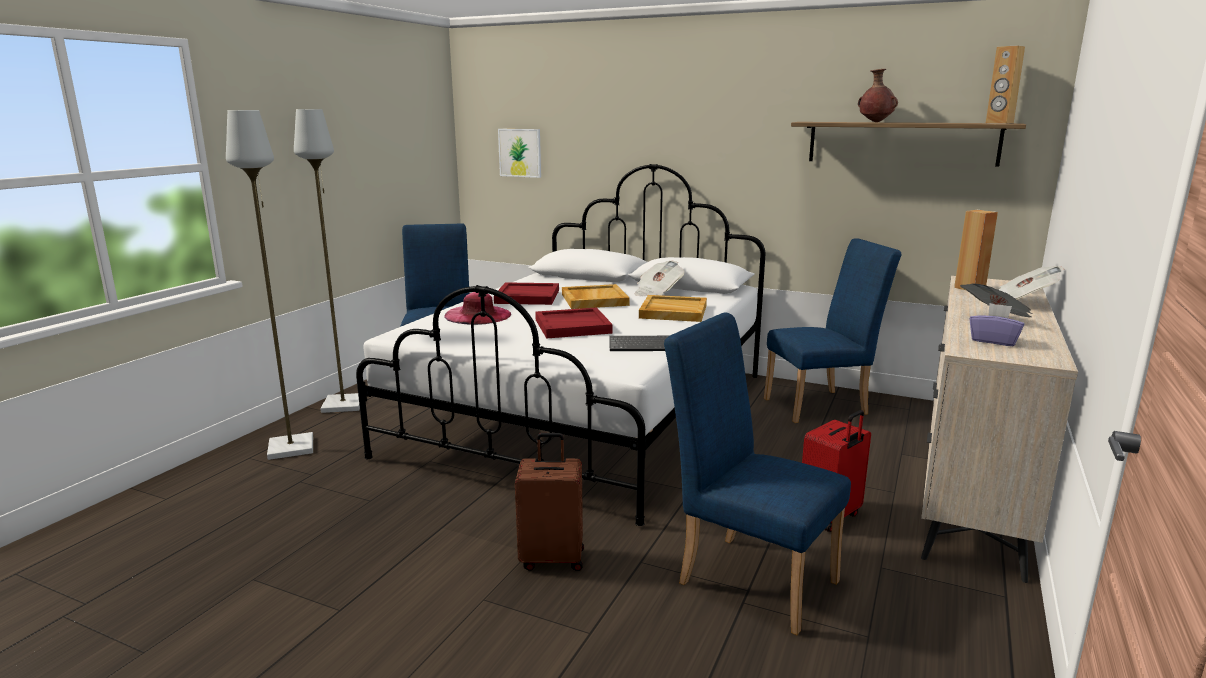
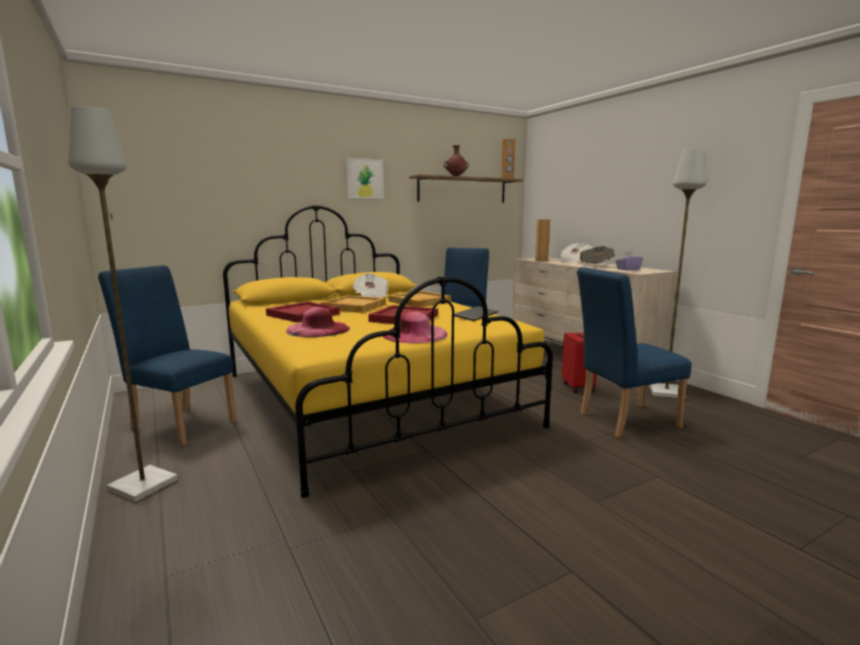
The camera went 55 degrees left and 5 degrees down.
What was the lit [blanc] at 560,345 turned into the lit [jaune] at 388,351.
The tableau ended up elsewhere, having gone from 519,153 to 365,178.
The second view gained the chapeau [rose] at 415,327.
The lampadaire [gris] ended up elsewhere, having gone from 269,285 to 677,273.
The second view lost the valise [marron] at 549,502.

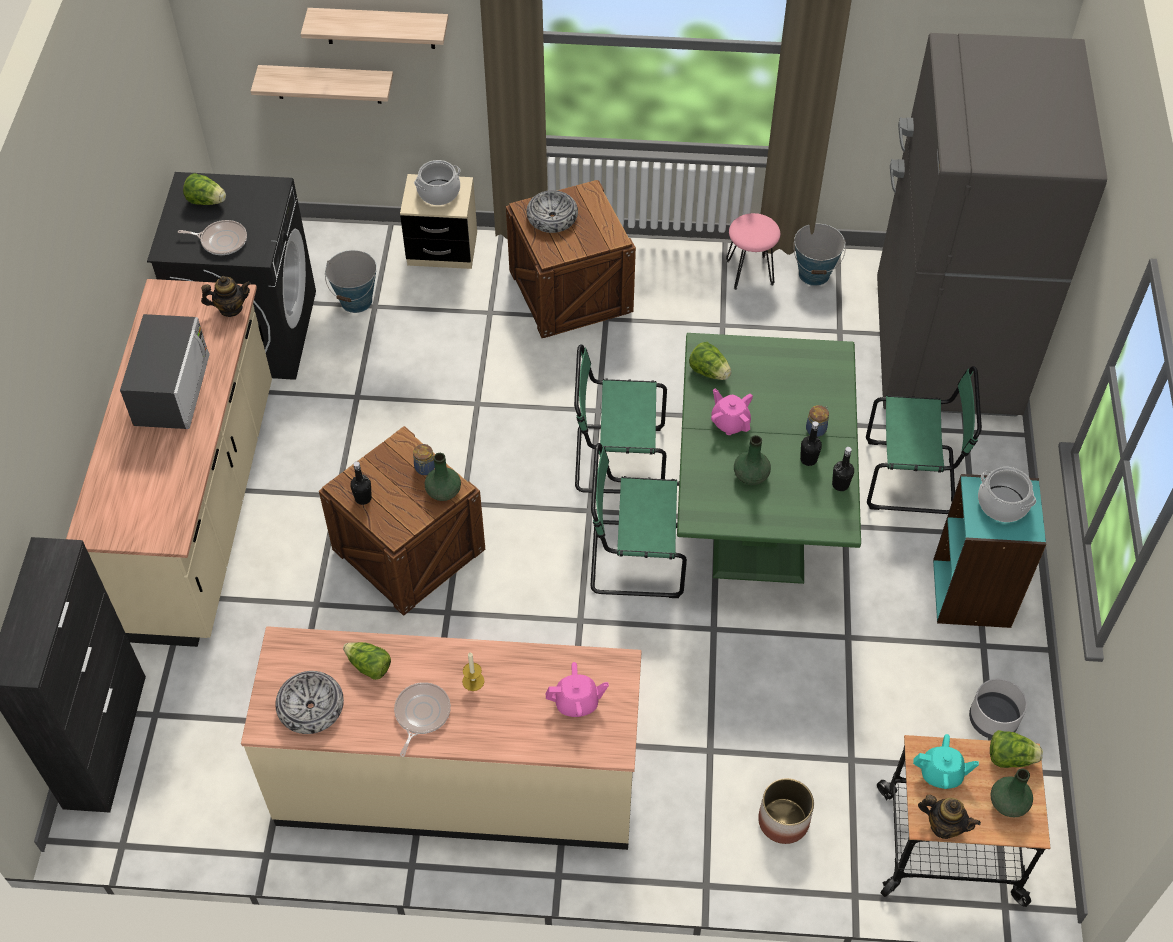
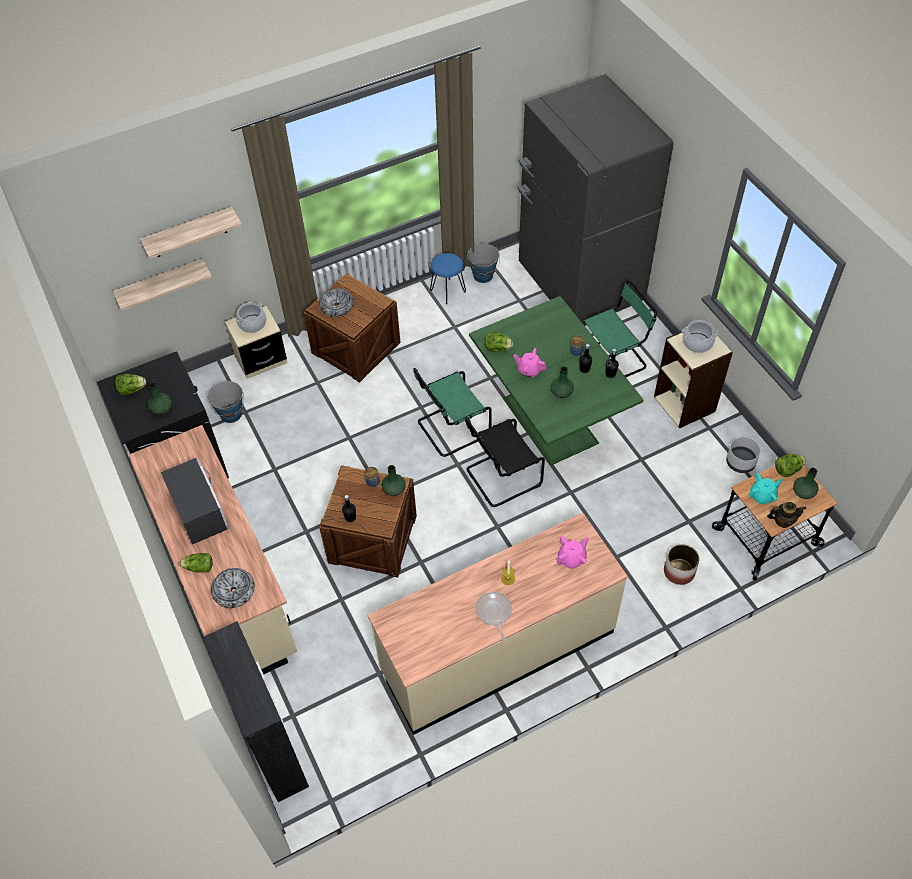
The camera went 30 degrees left and 0 degrees up.
Where the poêle stood at 212,237, the vase [vert] came to stand at 159,398.
The laitue ended up elsewhere, having gone from 367,661 to 196,563.
The bol ended up elsewhere, having gone from 309,702 to 233,588.
What was the tabouret [rose] at 753,251 turned into the tabouret [bleu] at 448,279.
What was the chaise [vert] at 639,520 turned into the chaise [noir] at 505,462.
What was the bibliothèque [turquoise] at 989,551 turned into the bibliothèque [beige] at 693,380.
The second view lost the théière at 226,296.

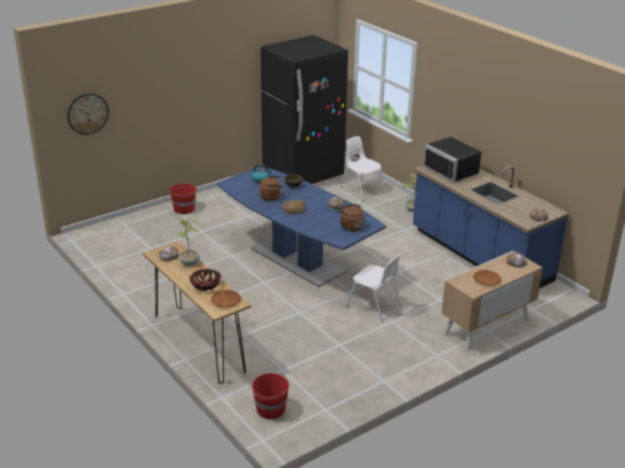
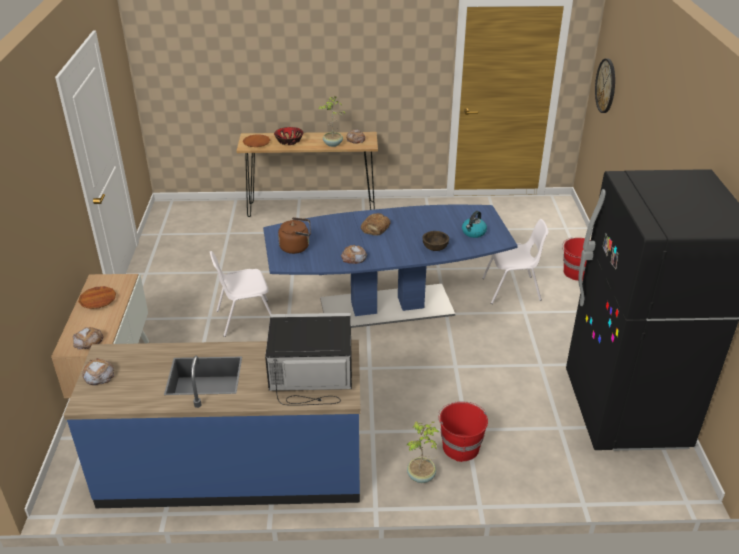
The camera went 125 degrees right and 5 degrees up.
The seau [rouge] ended up elsewhere, having gone from 269,396 to 463,431.
The chaise [blanc] ended up elsewhere, having gone from 362,168 to 515,261.
The second view lost the bouilloire [marron] at 271,188.

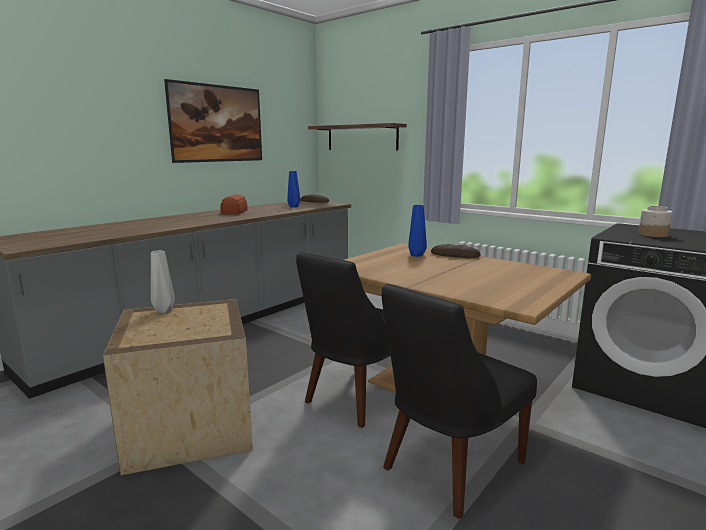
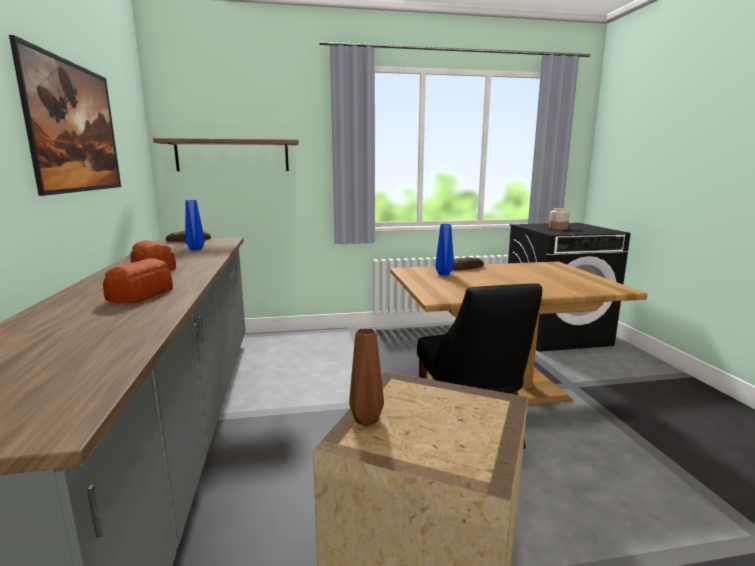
The camera went 50 degrees left and 0 degrees up.
The second view gained the pain at 138,280.
What was the vase [gris] at 163,281 turned into the vase [marron] at 366,377.
The second view lost the chaise [noir] at 459,401.

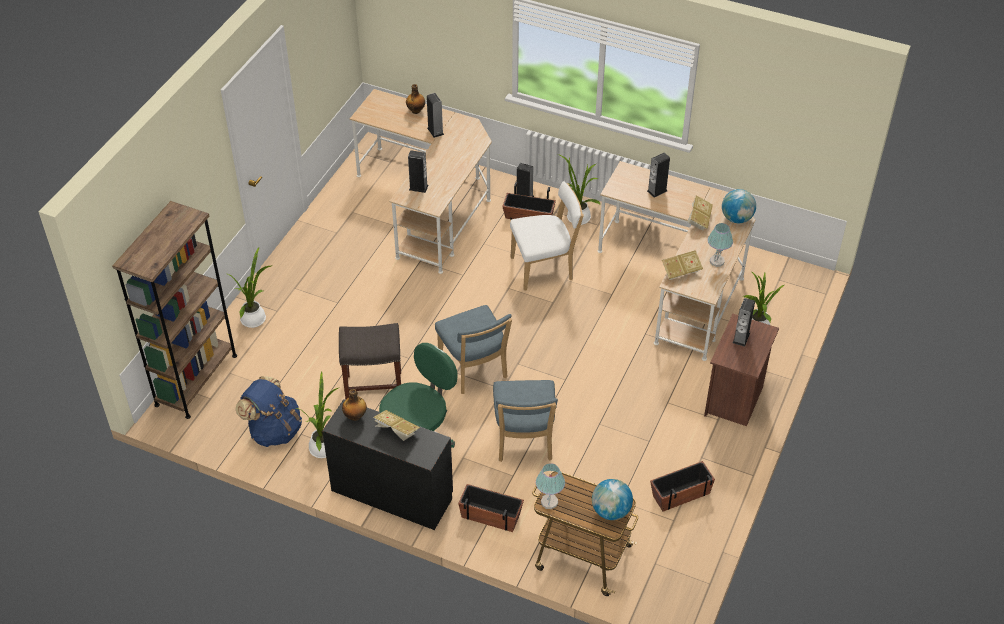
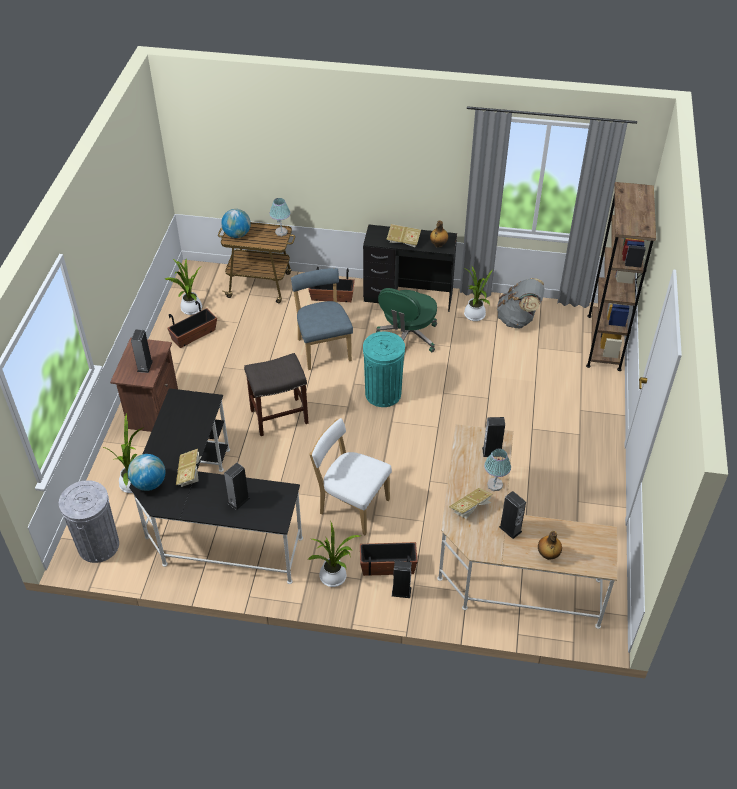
The camera went 165 degrees right and 0 degrees up.
The second view gained the poubelle [gris] at 89,521.
What was the bureau [beige] at 676,261 turned into the bureau [noir] at 216,486.
The plante en pot ended up elsewhere, having gone from 250,287 to 183,286.
The tabouret [gris] ended up elsewhere, having gone from 370,361 to 276,394.
The chaise [blanc] at 547,236 ended up facing another way, 60 degrees clockwise from before.
Where the chaise [bleu] stood at 473,349, the poubelle [turquoise] came to stand at 384,369.
The livre ended up elsewhere, having gone from 682,265 to 471,503.
The lampe de table ended up elsewhere, having gone from 720,245 to 497,469.
What was the sac à dos [bleu] at 268,411 turned into the sac à dos [gris] at 521,303.

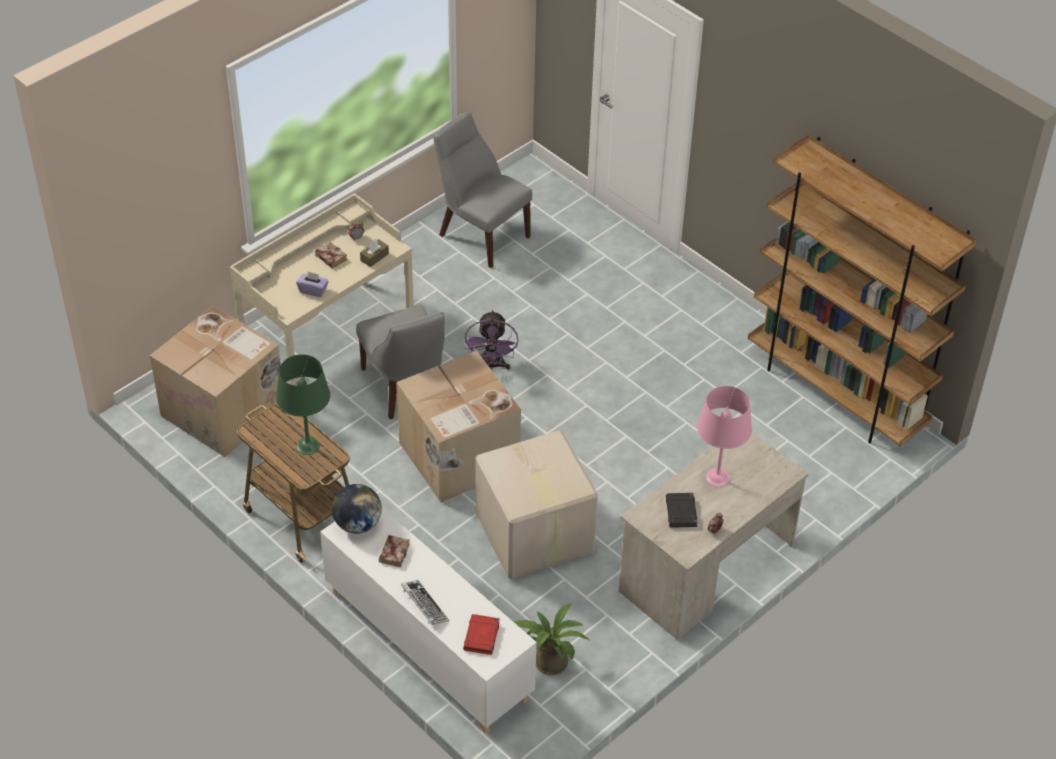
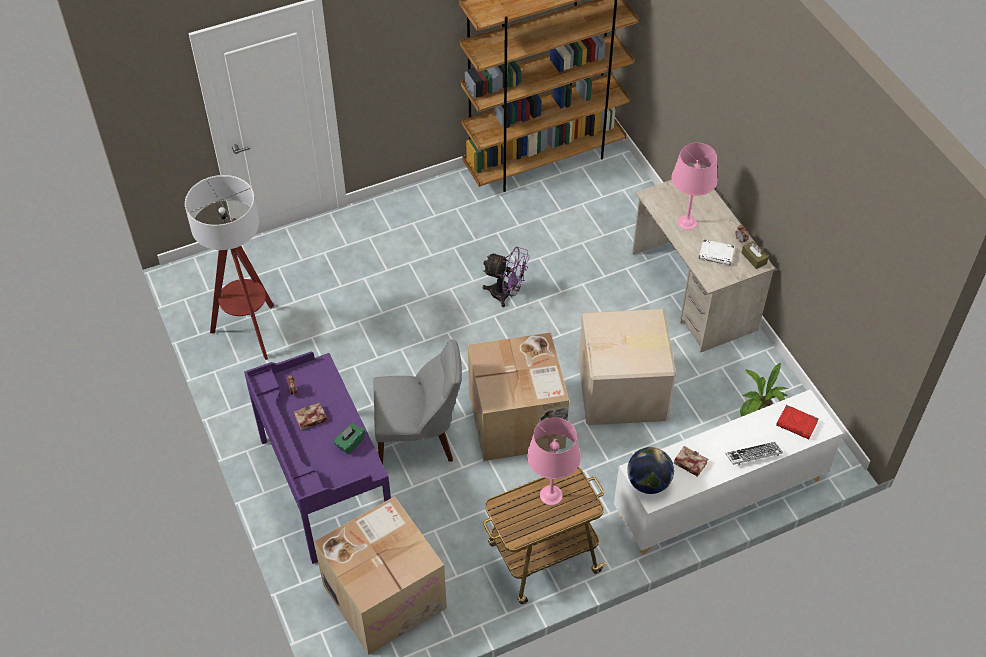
The camera went 70 degrees left and 5 degrees up.
Where the chaise [gris] stood at 482,190, the lampadaire came to stand at 229,267.
What was the bureau [beige] at 322,289 turned into the bureau [violet] at 317,458.
What was the boîte à mouchoirs [violet] at 312,284 turned into the boîte à mouchoirs [vert] at 349,438.
The ventilateur [violet] ended up elsewhere, having gone from 491,340 to 506,277.
What was the lampe de table [vert] at 303,405 turned into the lampe de table [rose] at 554,461.
What was the livre [noir] at 682,510 turned into the livre [blanc] at 717,252.
The boîte à mouchoirs [marron] ended up elsewhere, having gone from 374,253 to 755,255.

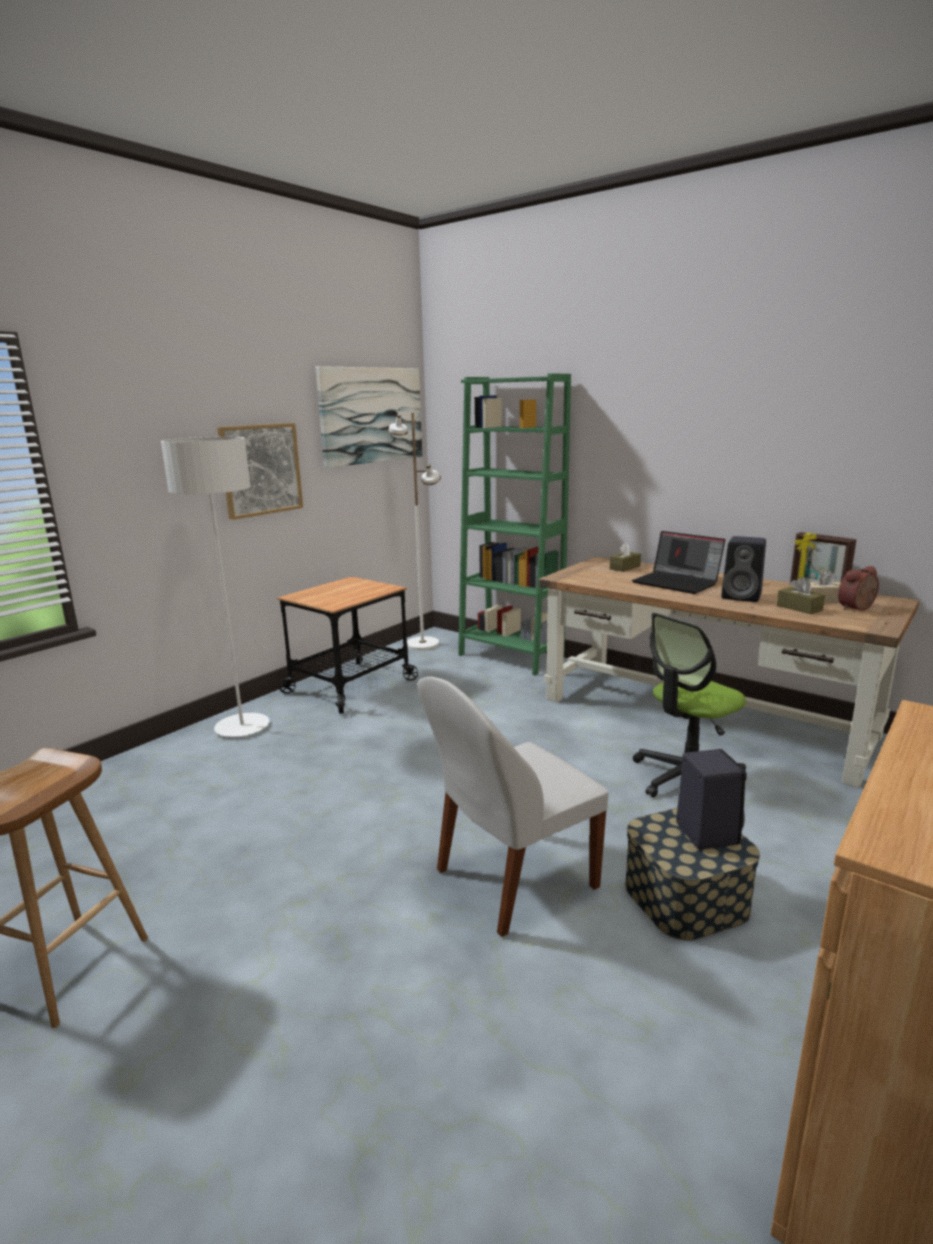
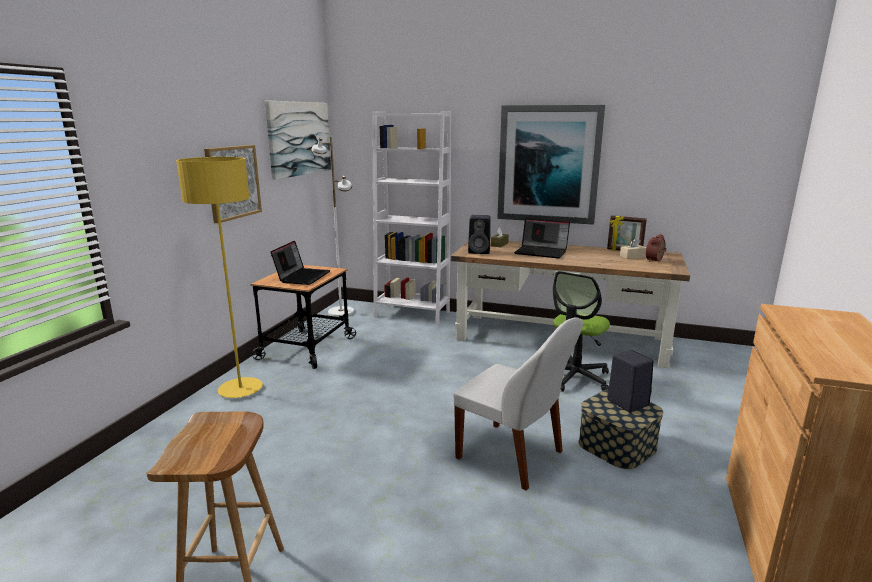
The camera went 20 degrees left and 0 degrees up.
What was the lampadaire [blanc] at 215,587 turned into the lampadaire [jaune] at 219,277.
The second view gained the ordinateur portable at 300,263.
What was the bibliothèque [vert] at 514,524 turned into the bibliothèque [blanc] at 411,218.
The chaise [blanc] at 513,807 ended up facing another way, 90 degrees counterclockwise from before.
The enceinte [noir] ended up elsewhere, having gone from 743,569 to 479,234.
The second view gained the tableau at 551,165.
The second view lost the boîte à mouchoirs [marron] at 801,595.

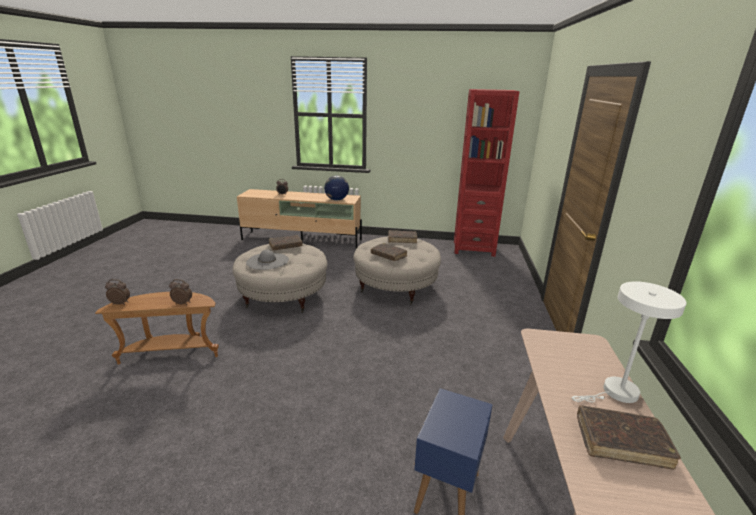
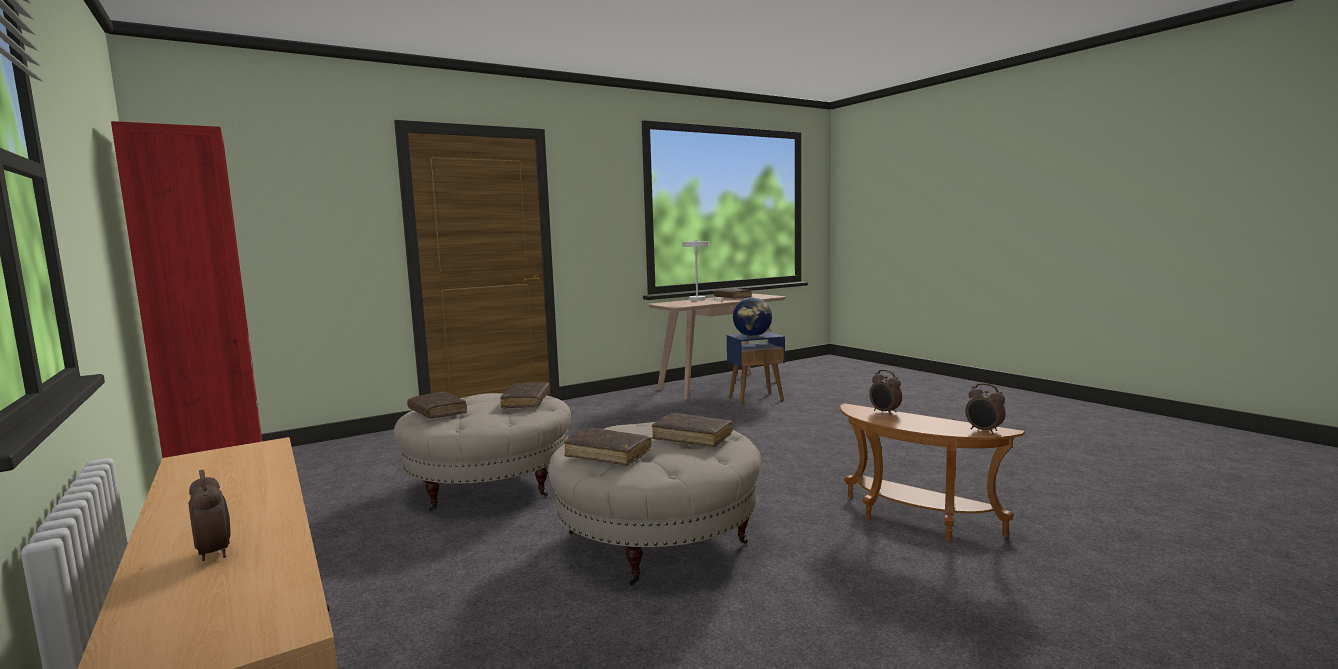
The camera went 130 degrees left and 15 degrees down.
Where the chapeau [gris] stood at 267,260, the livre [marron] came to stand at 692,430.
The globe ended up elsewhere, having gone from 336,188 to 752,317.

